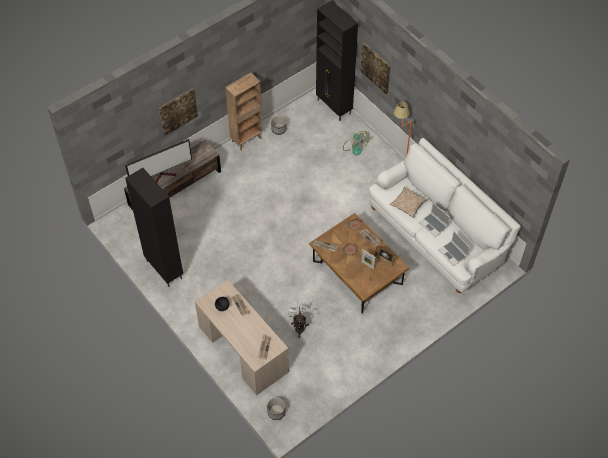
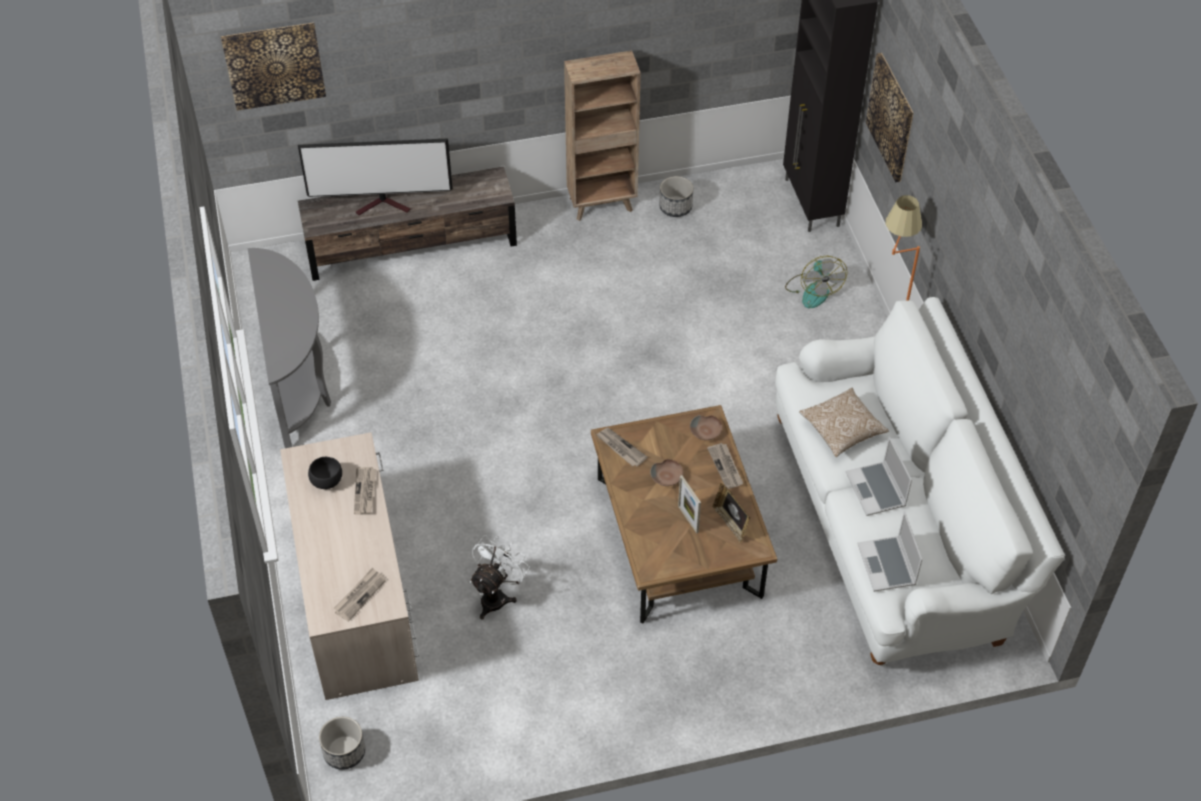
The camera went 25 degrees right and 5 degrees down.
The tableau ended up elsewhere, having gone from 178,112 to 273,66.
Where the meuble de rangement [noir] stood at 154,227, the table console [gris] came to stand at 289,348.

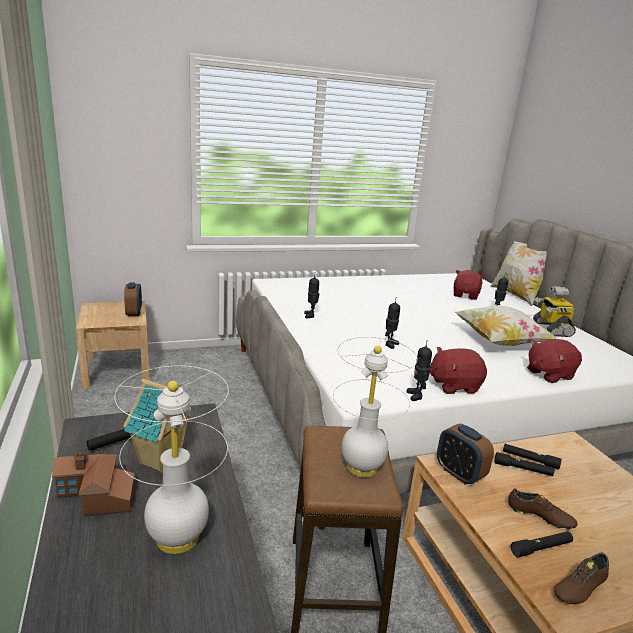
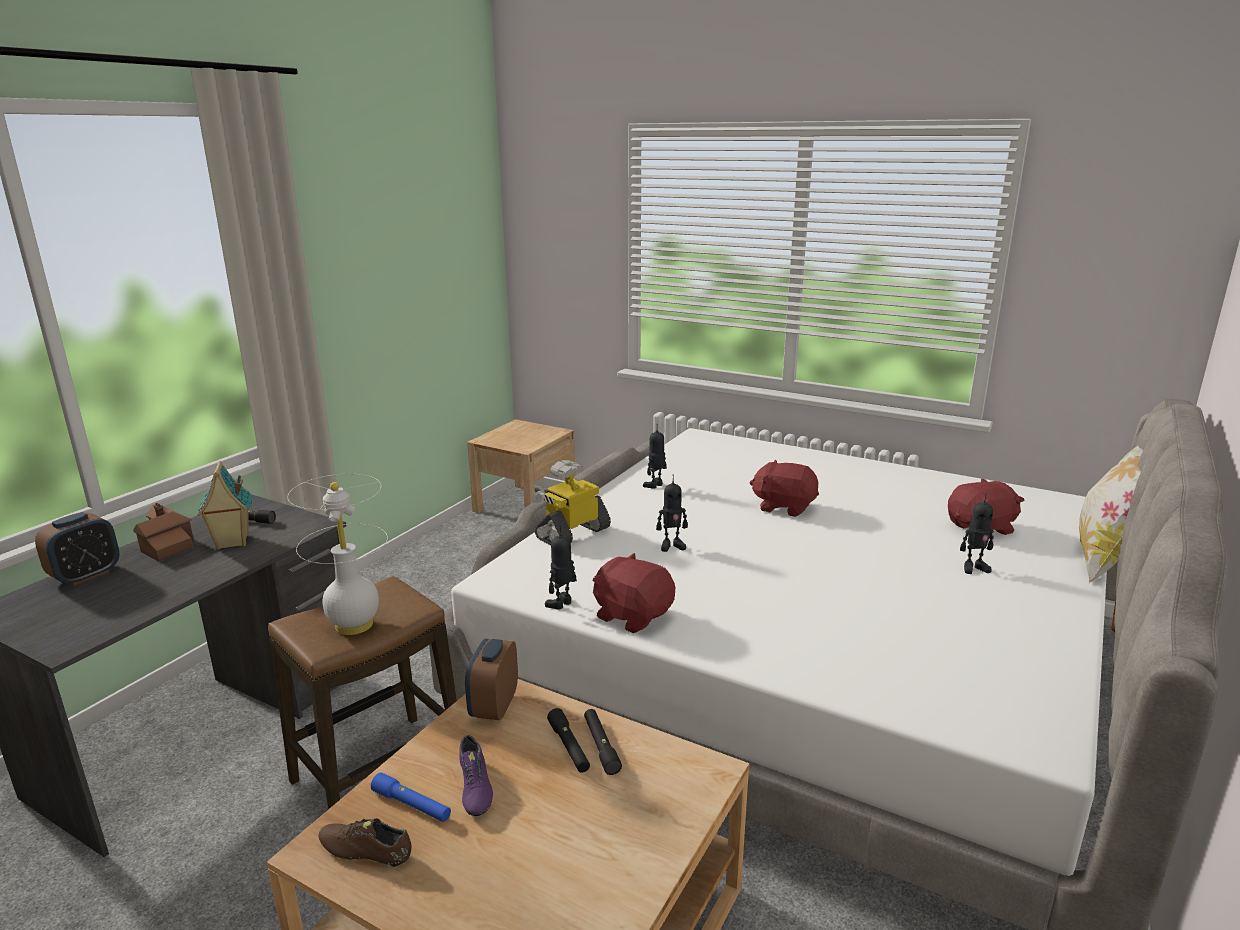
The camera went 50 degrees right and 0 degrees up.
The réveil ended up elsewhere, having gone from 133,299 to 77,549.
What was the lampe de poche [noir] at 542,545 turned into the lampe de poche [bleu] at 411,797.
What was the chaussure [marron] at 543,509 turned into the chaussure [violet] at 476,775.
The robot jouet ended up elsewhere, having gone from 554,311 to 571,502.
The peluche [rouge] ended up elsewhere, having gone from 554,361 to 784,488.
The second view lost the lampe de table [blanc] at 171,459.
The second view lost the coussin at 506,325.

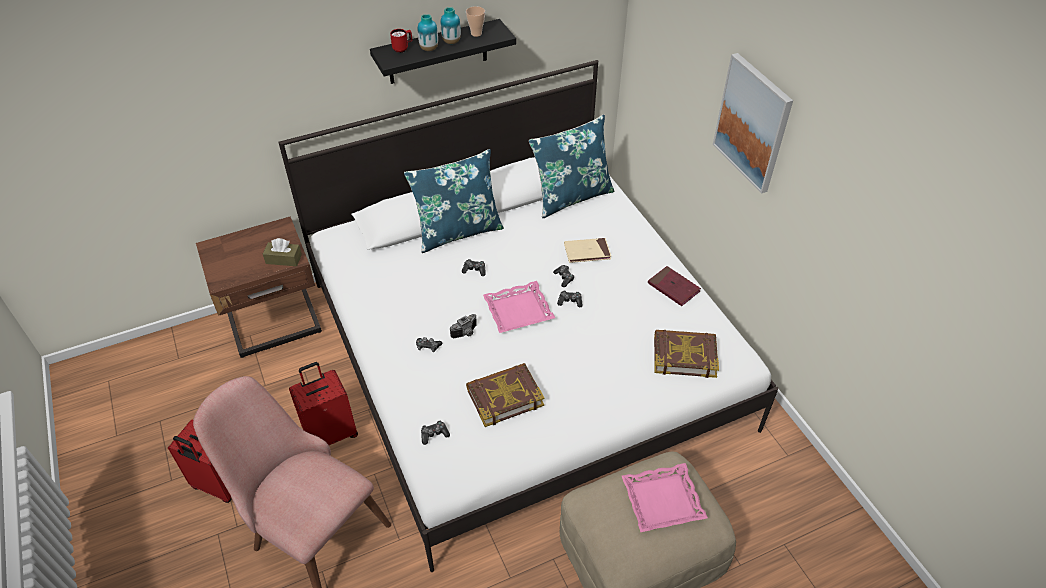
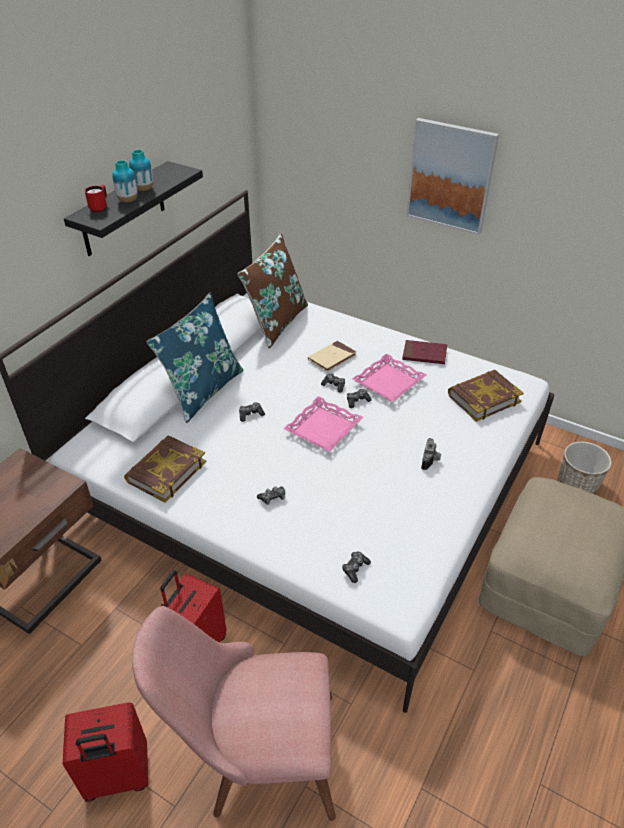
The camera went 35 degrees left and 5 degrees down.
The livre ended up elsewhere, having gone from 505,395 to 165,469.
What was the coussin [bleu] at 571,166 turned into the coussin [marron] at 272,291.
The plateau [rose] ended up elsewhere, having gone from 665,497 to 389,378.
The appareil photo ended up elsewhere, having gone from 463,326 to 431,454.
The second view gained the cache-pot at 585,467.
The second view lost the boîte à mouchoirs [marron] at 282,252.
The second view lost the tasse at 475,21.

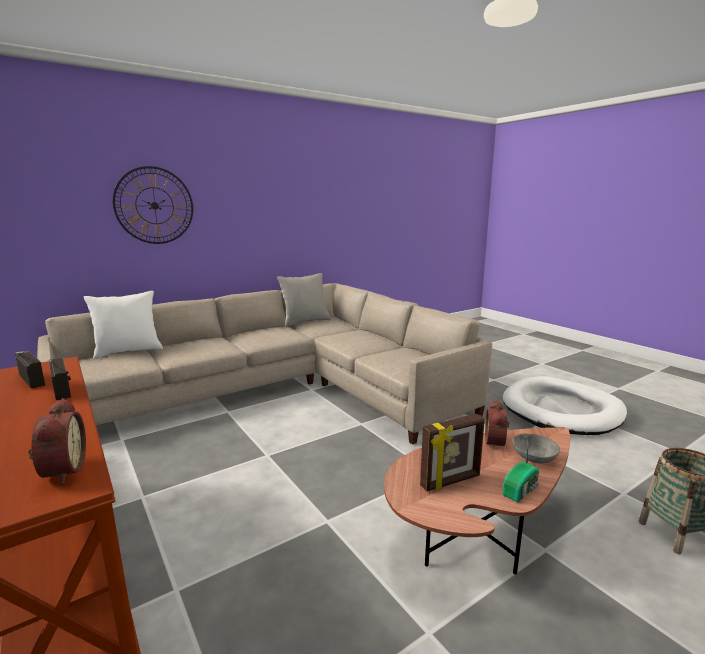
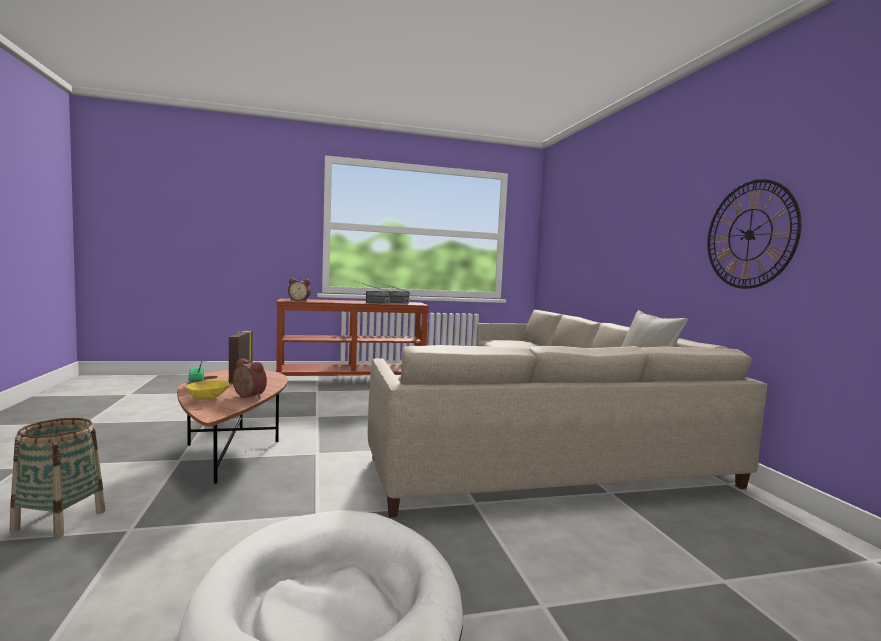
The camera went 110 degrees right and 10 degrees down.
What was the bol [gris] at 536,448 turned into the bol [jaune] at 207,390.
The horloge murale ended up elsewhere, having gone from 153,205 to 754,234.
The second view lost the coussin [blanc] at 123,325.

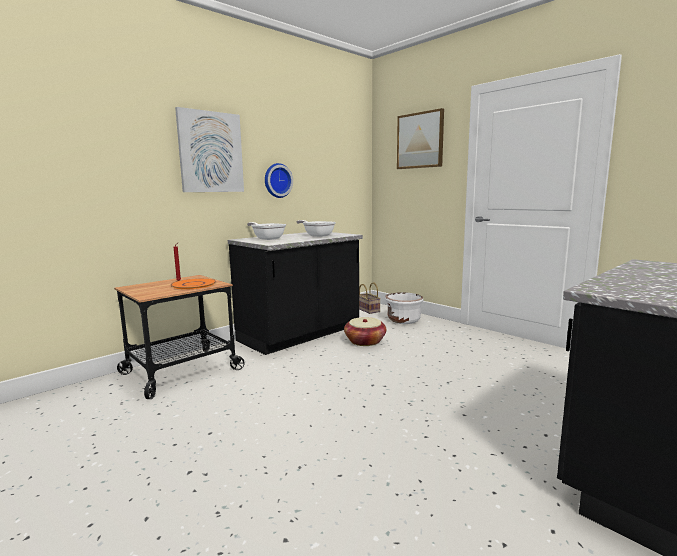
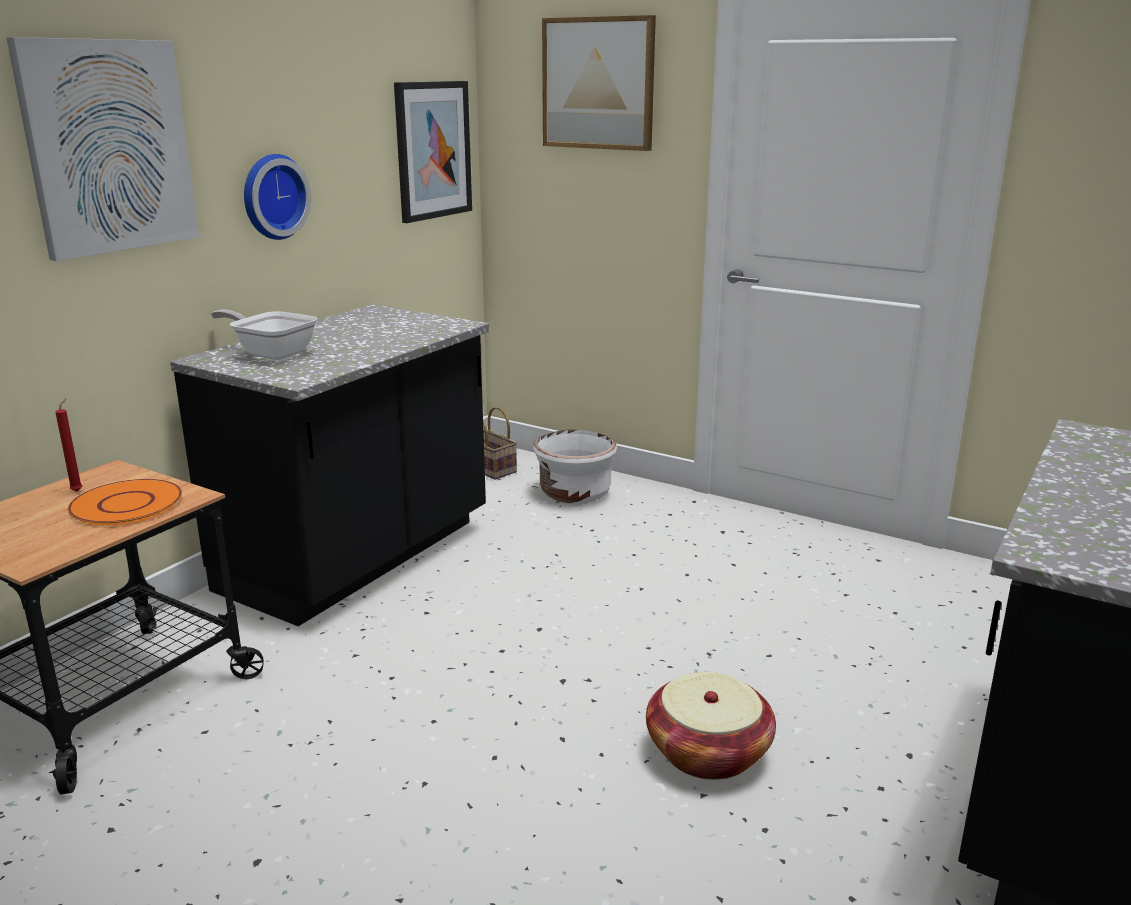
The camera went 15 degrees left and 10 degrees up.
The second view gained the tableau at 433,152.
The panier ended up elsewhere, having gone from 365,331 to 711,726.
The second view lost the poêle at 316,228.

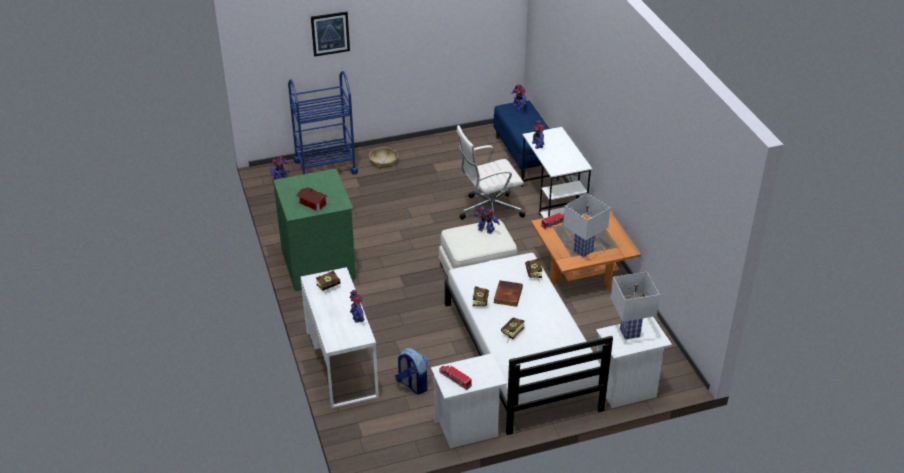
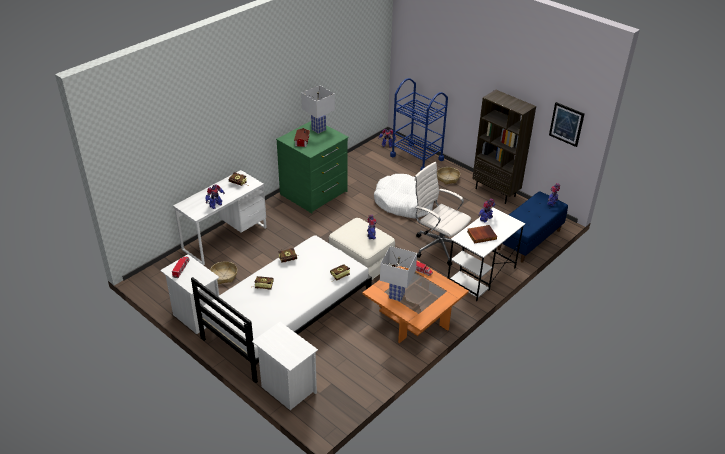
The camera went 60 degrees right and 0 degrees up.
Where the sac à dos stood at 411,371, the panier came to stand at 223,272.
The lampe de table [blanc] ended up elsewhere, having gone from 635,306 to 318,109.
The second view gained the panier pour chien [blanc] at 404,196.
The livre ended up elsewhere, having gone from 508,293 to 482,234.
The second view gained the bibliothèque [marron] at 504,147.
The tableau ended up elsewhere, having gone from 330,34 to 567,124.

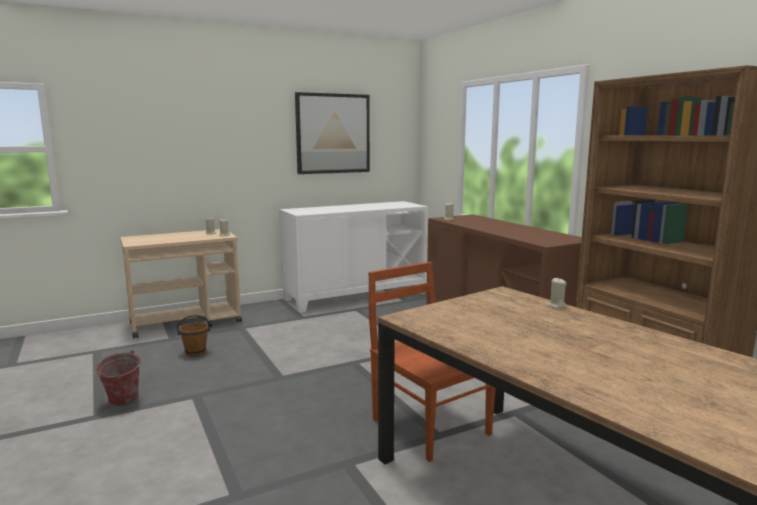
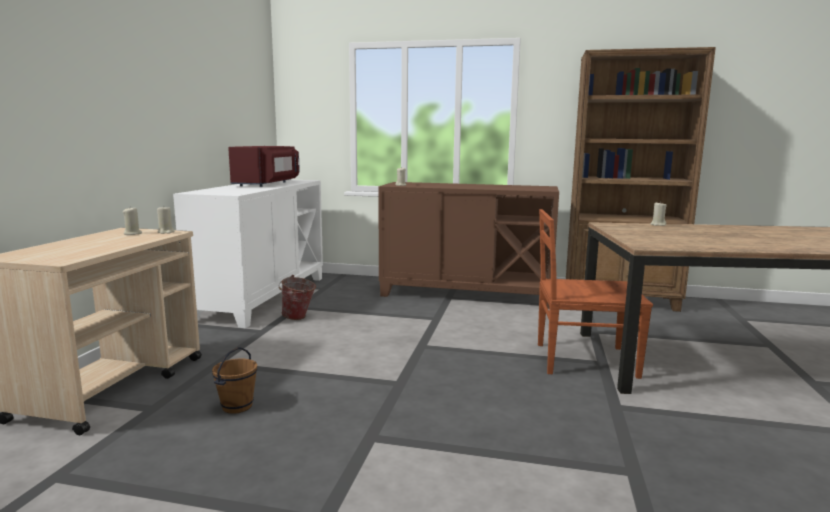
The camera went 50 degrees left and 0 degrees up.
The second view gained the micro-ondes [rouge] at 264,166.
The seau ended up elsewhere, having gone from 117,378 to 297,297.
The second view lost the tableau at 332,133.

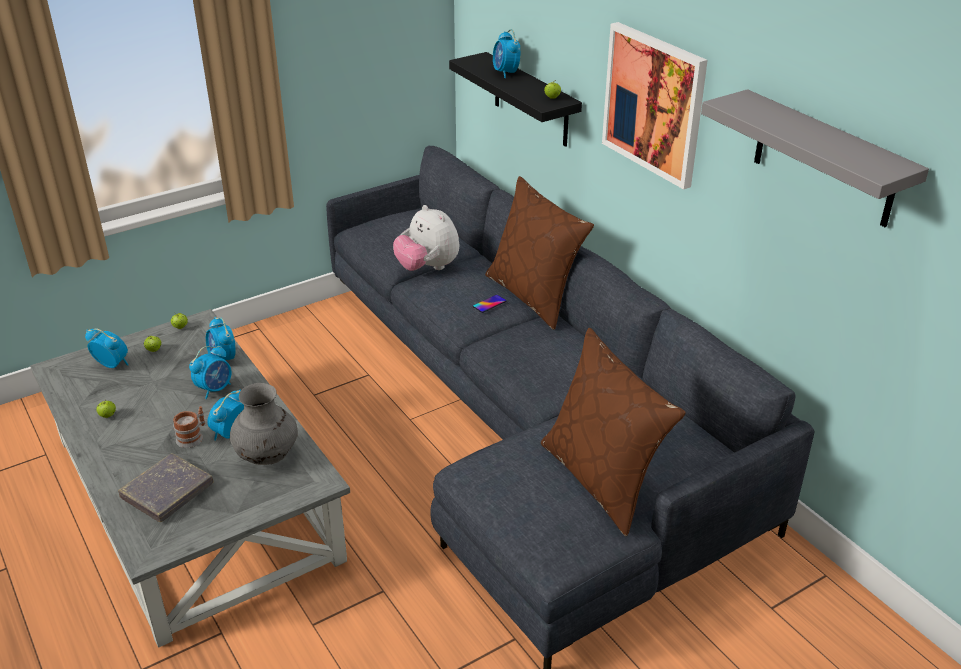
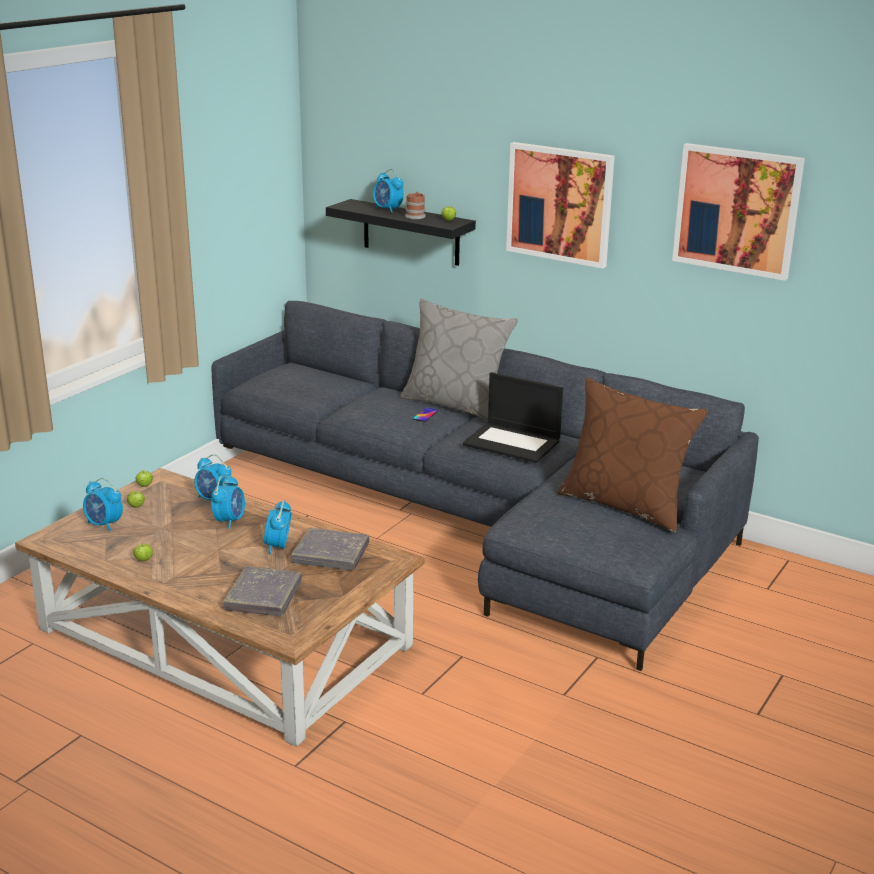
The camera went 25 degrees left and 10 degrees down.
What was the table basse [gris] at 190,478 turned into the table basse [marron] at 220,607.
The réveil at 106,348 ended up facing another way, 150 degrees counterclockwise from before.
Where the vase [gris] stood at 264,424, the livre [gris] came to stand at 330,549.
What was the coussin [marron] at 539,253 turned into the coussin [gris] at 459,359.
The mug ended up elsewhere, having gone from 189,427 to 415,205.
The second view gained the ordinateur portable at 513,417.
Where the étagère [gris] hung at 815,158, the tableau came to hang at 738,212.
The second view lost the peluche at 426,238.

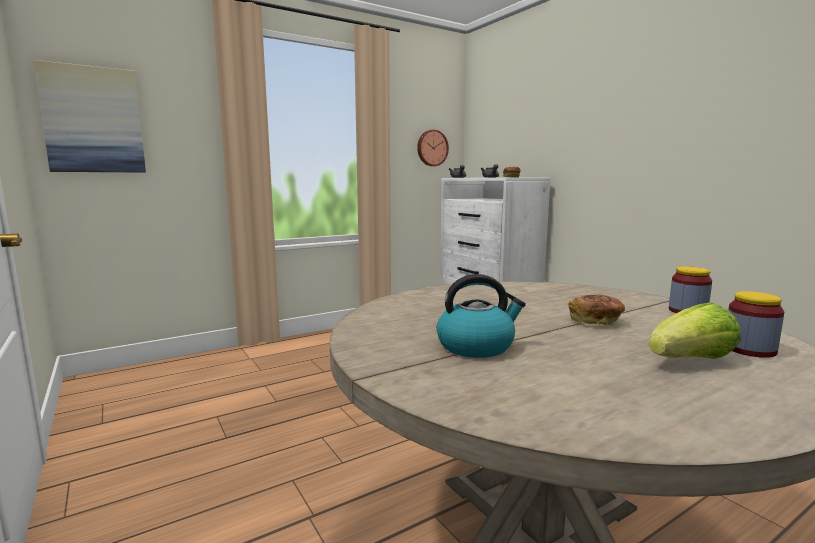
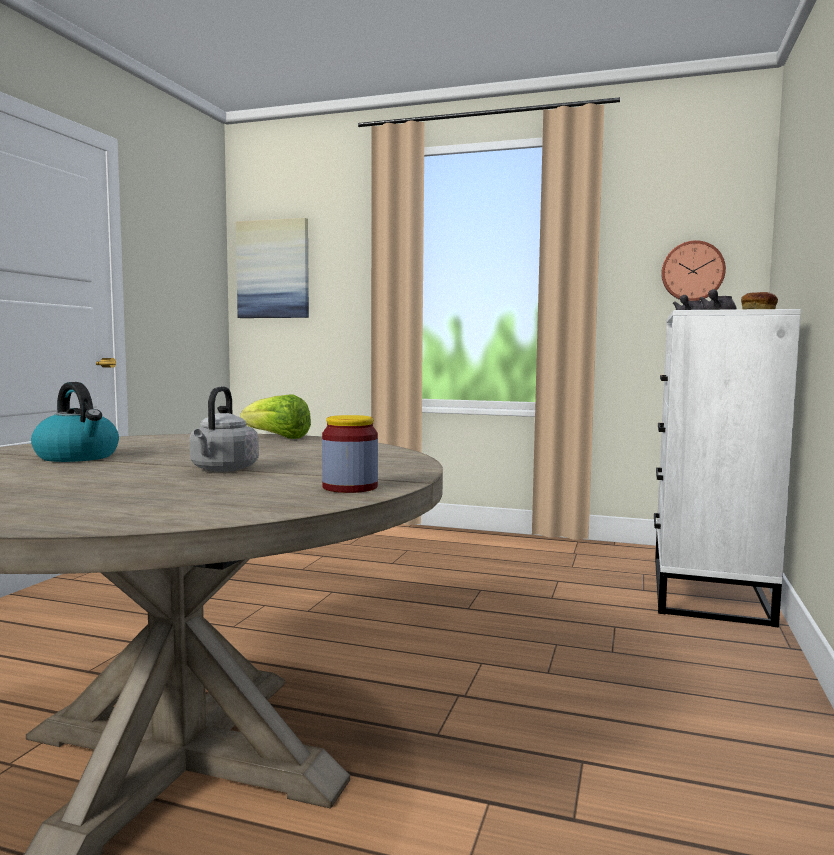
The camera went 50 degrees right and 5 degrees down.
Where the pain stood at 596,310, the bouilloire [gris] came to stand at 224,429.
The laitue ended up elsewhere, having gone from 694,330 to 275,416.
The second view lost the bocal at 756,324.

